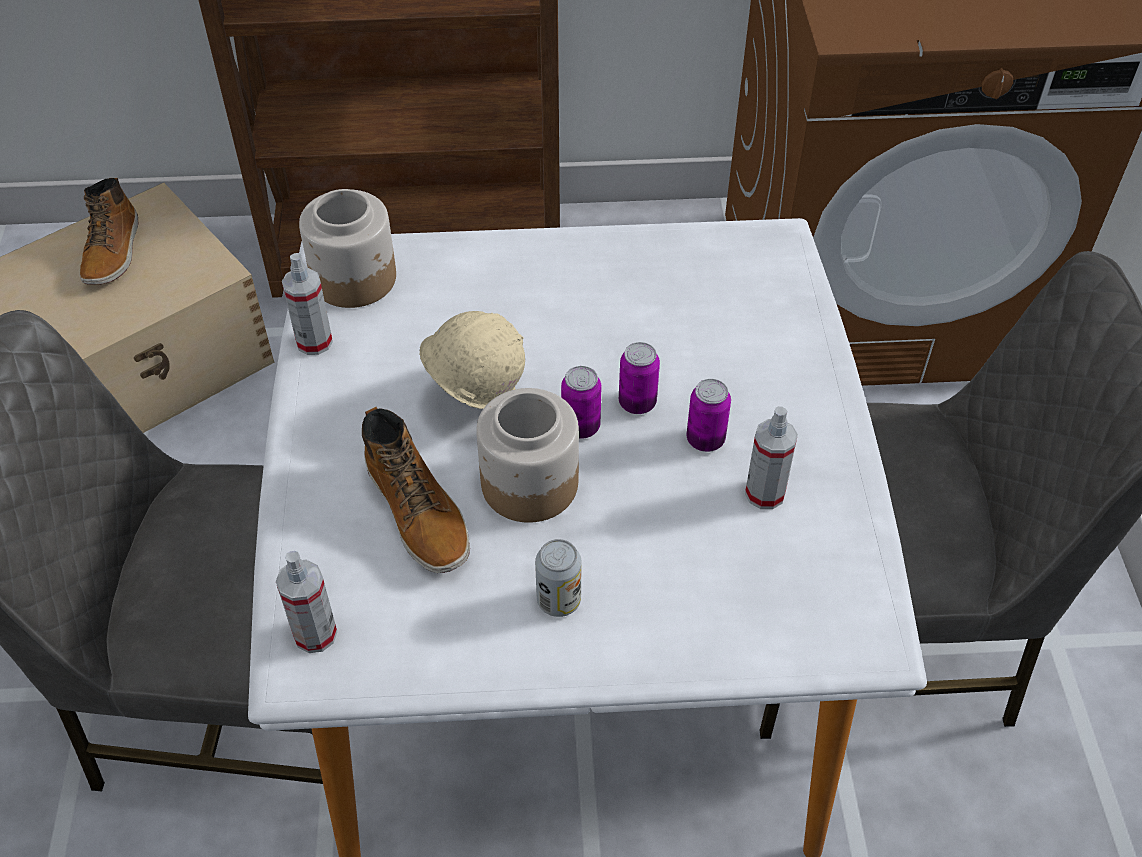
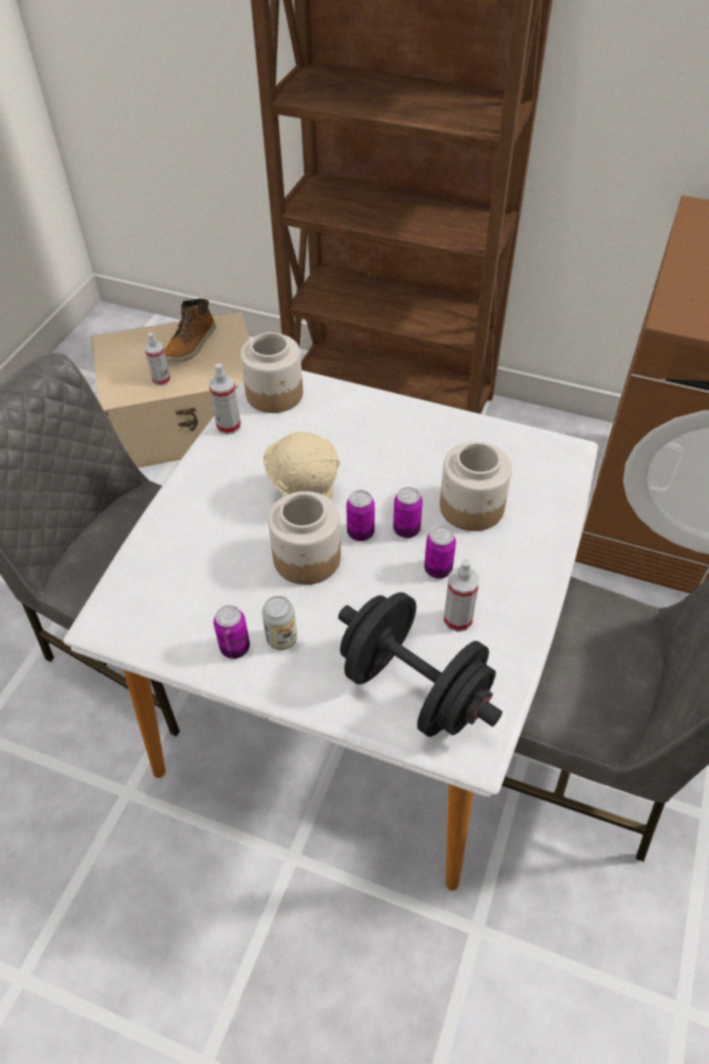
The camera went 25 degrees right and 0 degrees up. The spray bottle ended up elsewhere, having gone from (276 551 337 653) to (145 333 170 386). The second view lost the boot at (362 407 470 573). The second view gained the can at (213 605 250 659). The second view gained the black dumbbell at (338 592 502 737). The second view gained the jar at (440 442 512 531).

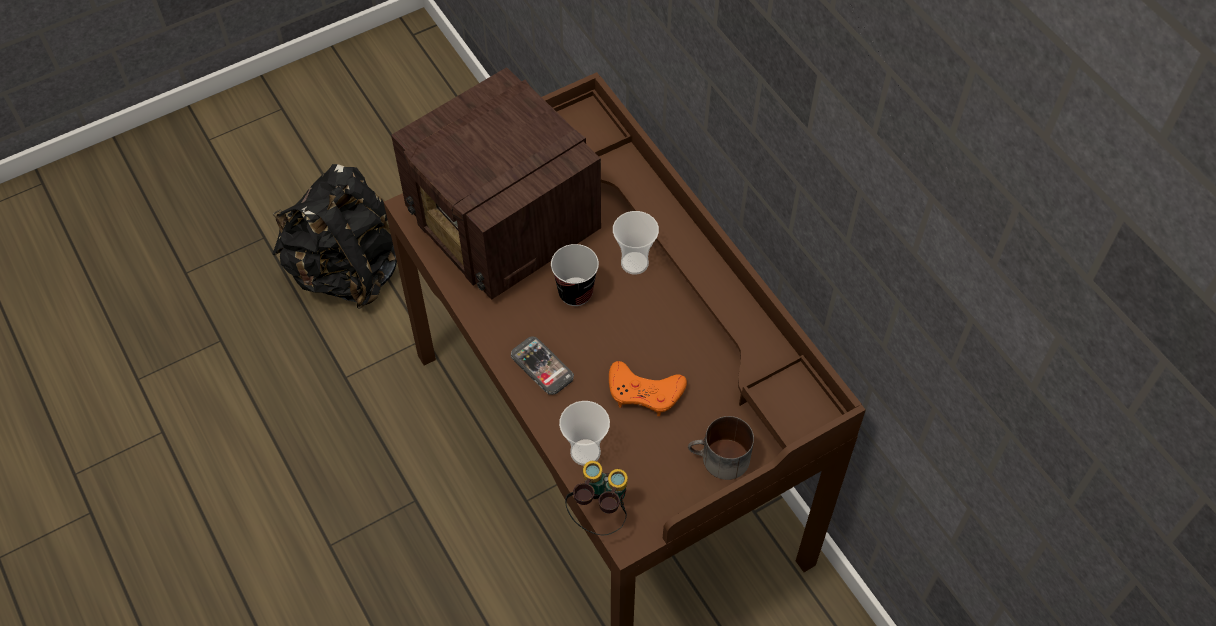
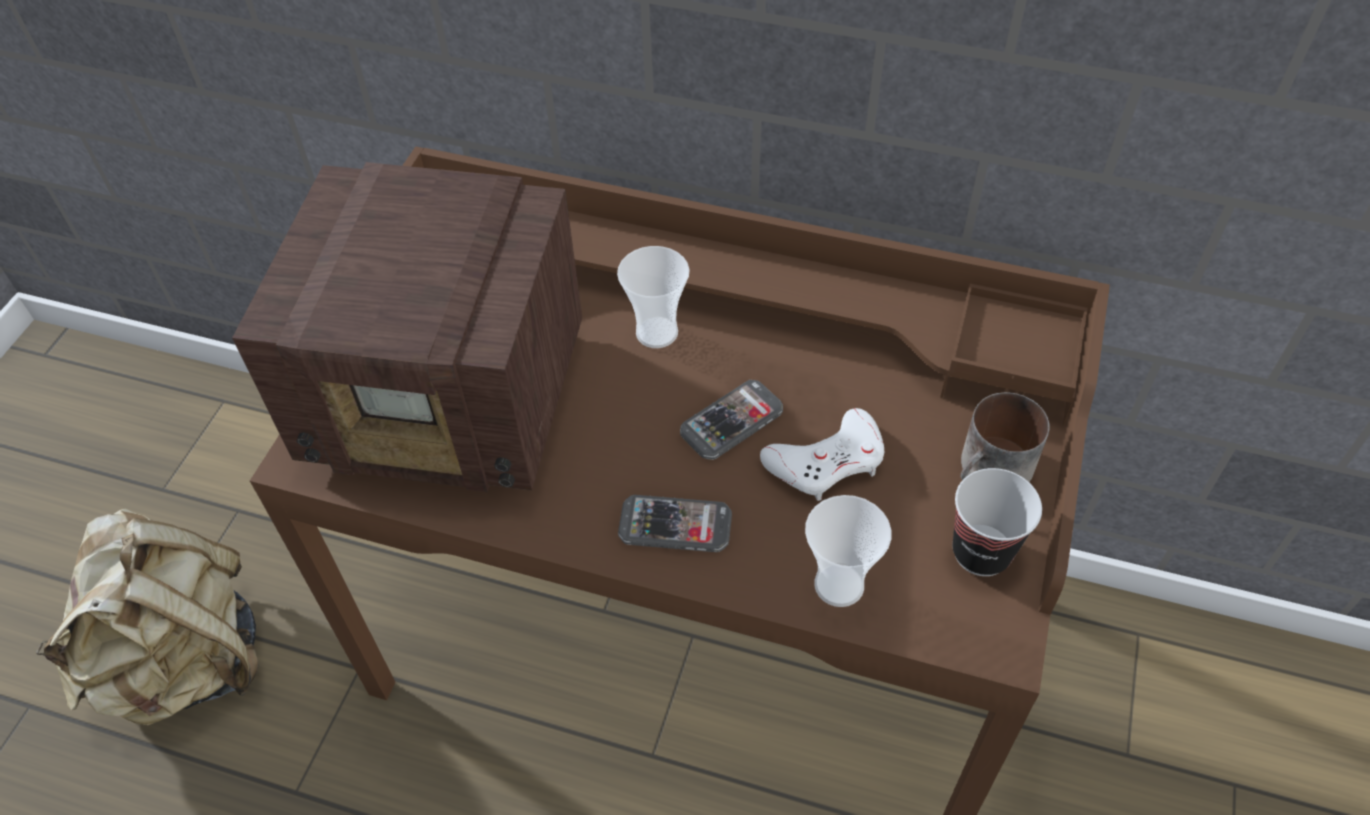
The camera went 40 degrees left and 5 degrees down. What was the black backpack at (273 164 397 309) turned into the beige backpack at (36 509 259 726). The cup ended up elsewhere, having gone from (551 244 599 306) to (953 468 1042 576). The second view lost the binoculars at (565 461 628 535). What was the orange game controller at (609 361 687 416) turned into the white game controller at (760 408 884 501). The second view gained the phone at (680 380 783 460).

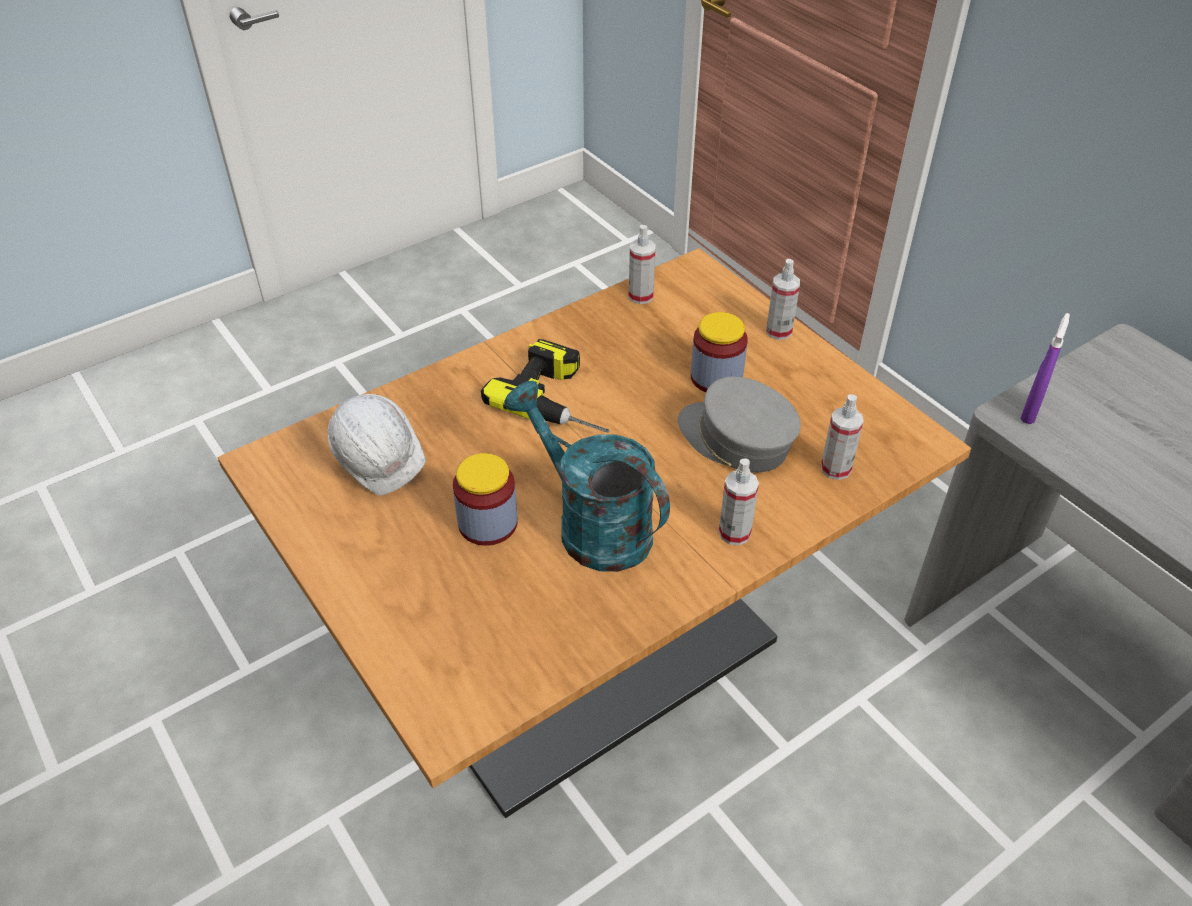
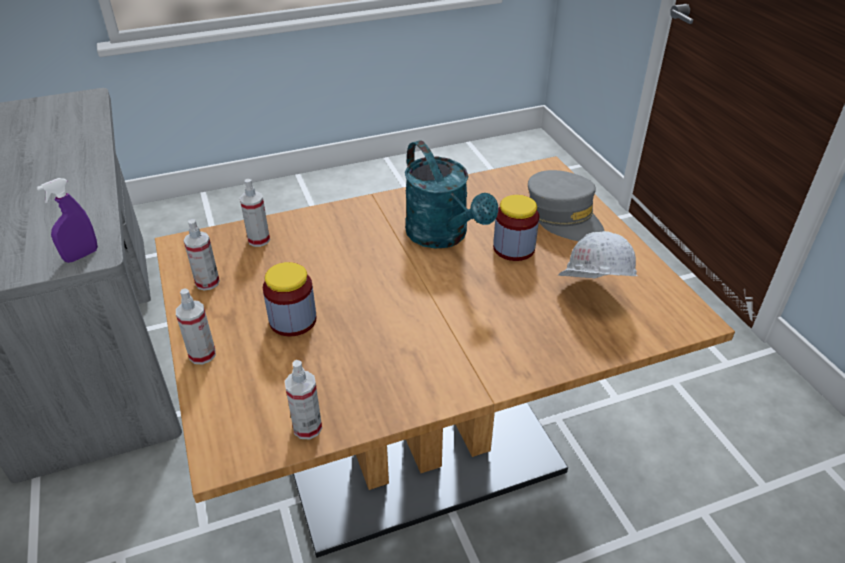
The camera went 165 degrees left and 5 degrees down. The second view lost the power drill at (481 339 609 433). The grey cap ended up elsewhere, having gone from (678 376 801 472) to (528 170 604 241). The spray bottle ended up elsewhere, having gone from (719 459 759 545) to (183 219 220 291).

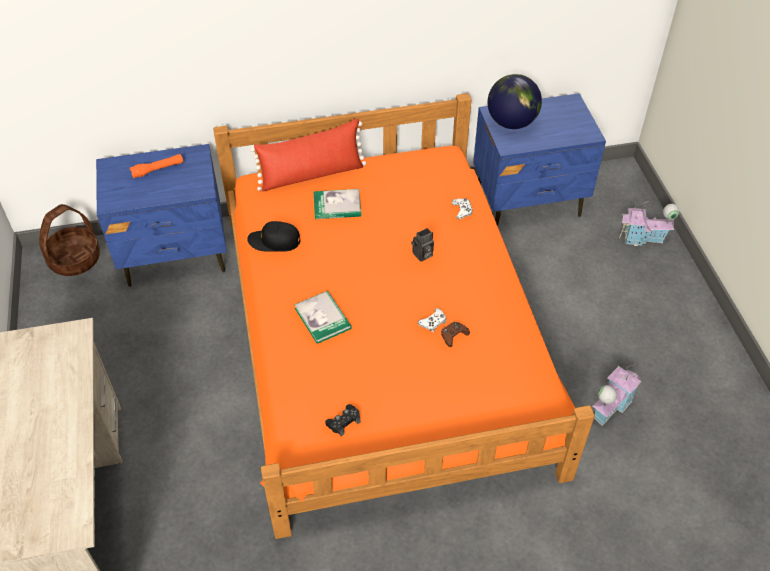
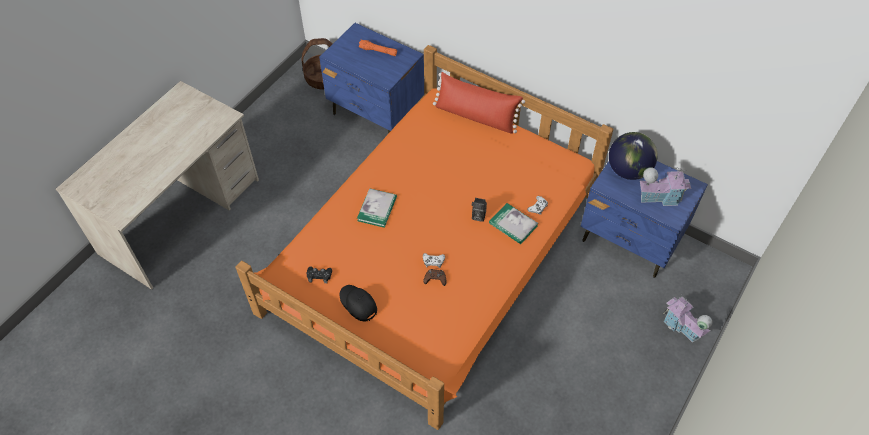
The camera went 45 degrees right and 5 degrees up. The black cap ended up elsewhere, having gone from (247 221 300 252) to (340 285 377 321). The book ended up elsewhere, having gone from (314 189 361 219) to (489 203 538 244). The toy house ended up elsewhere, having gone from (593 365 641 426) to (640 167 691 206).

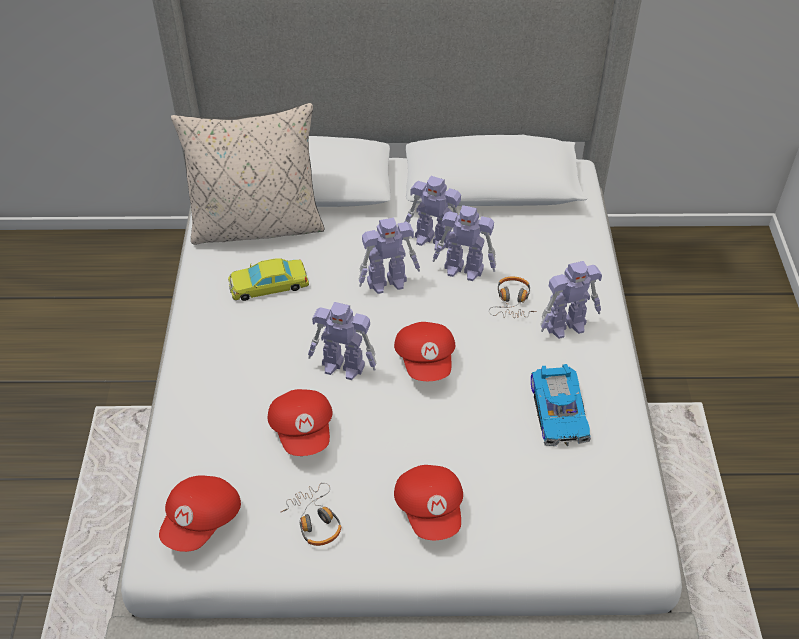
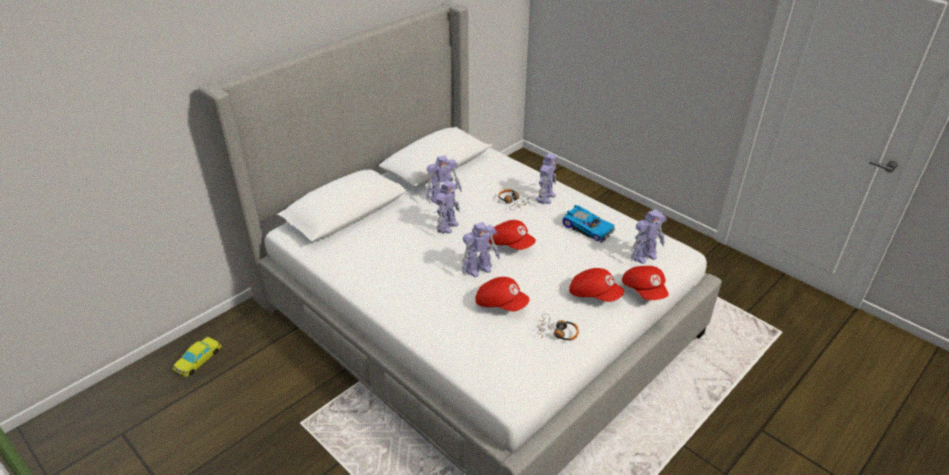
The camera went 45 degrees left and 10 degrees down. The red cap ended up elsewhere, having gone from (159 475 241 552) to (622 266 669 300). The second view lost the beige pillow at (171 103 324 245). The yellow toy car ended up elsewhere, having gone from (228 258 309 301) to (173 337 222 378). The toy robot ended up elsewhere, having gone from (433 205 496 281) to (631 210 667 264).

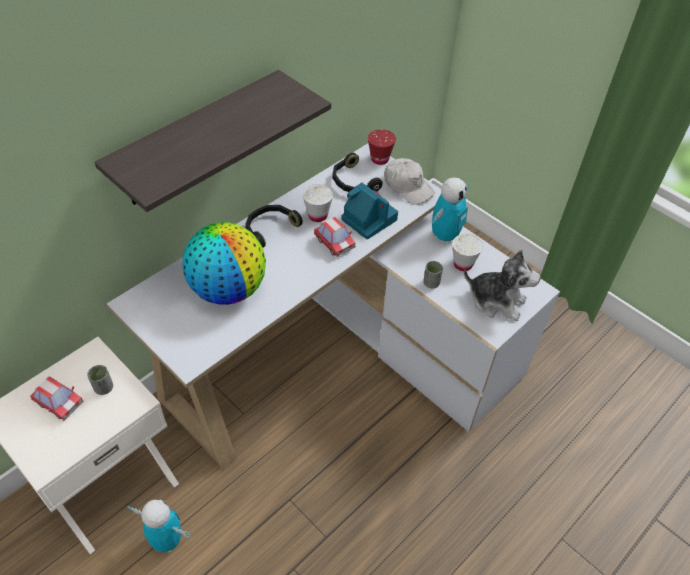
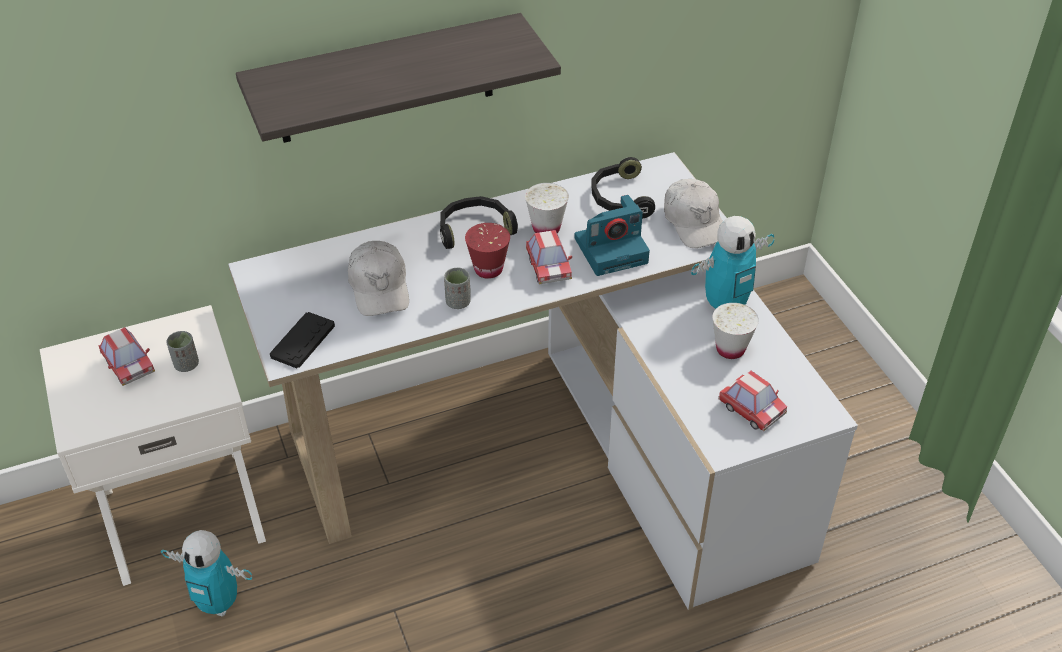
The camera went 25 degrees right and 5 degrees down. The toy robot at (127 500 191 553) ended up facing another way, 150 degrees clockwise from before. Where the globe stood at (182 222 266 305), the white cap came to stand at (348 241 409 316). The photo camera at (341 183 398 239) ended up facing another way, 90 degrees clockwise from before. The red cup ended up elsewhere, having gone from (368 129 396 165) to (465 223 510 279). The grey cup ended up elsewhere, having gone from (423 261 443 288) to (444 267 471 309). Where the plush toy stood at (464 250 540 321), the toy car came to stand at (718 371 787 432). The second view gained the black game controller at (270 312 335 368).

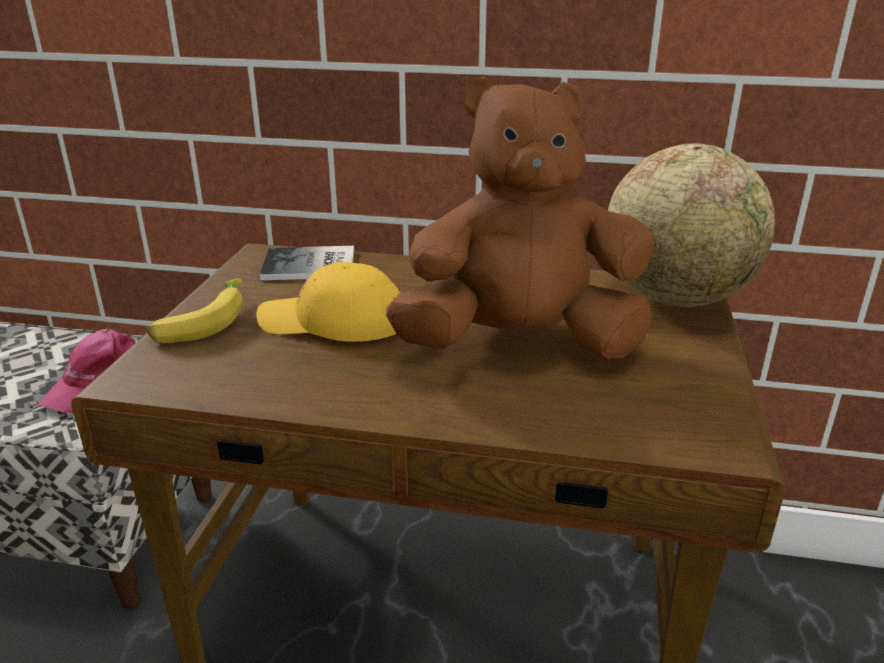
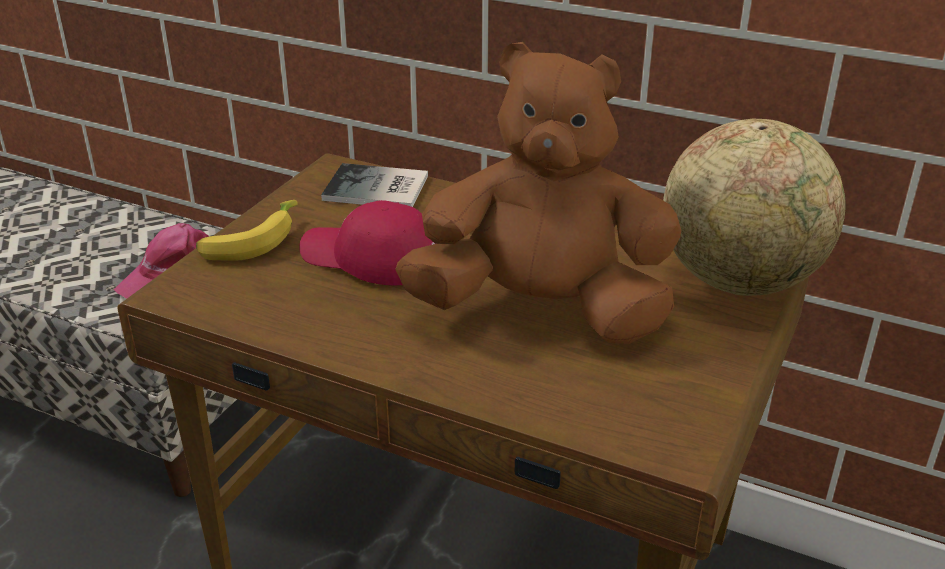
The camera went 15 degrees right and 5 degrees up. What was the yellow cap at (256 262 401 342) turned into the red cap at (299 200 437 285).

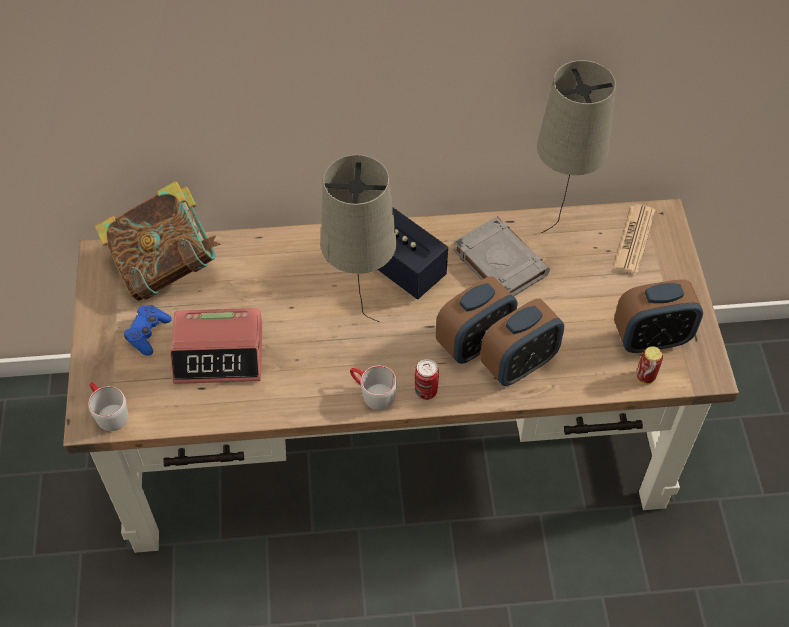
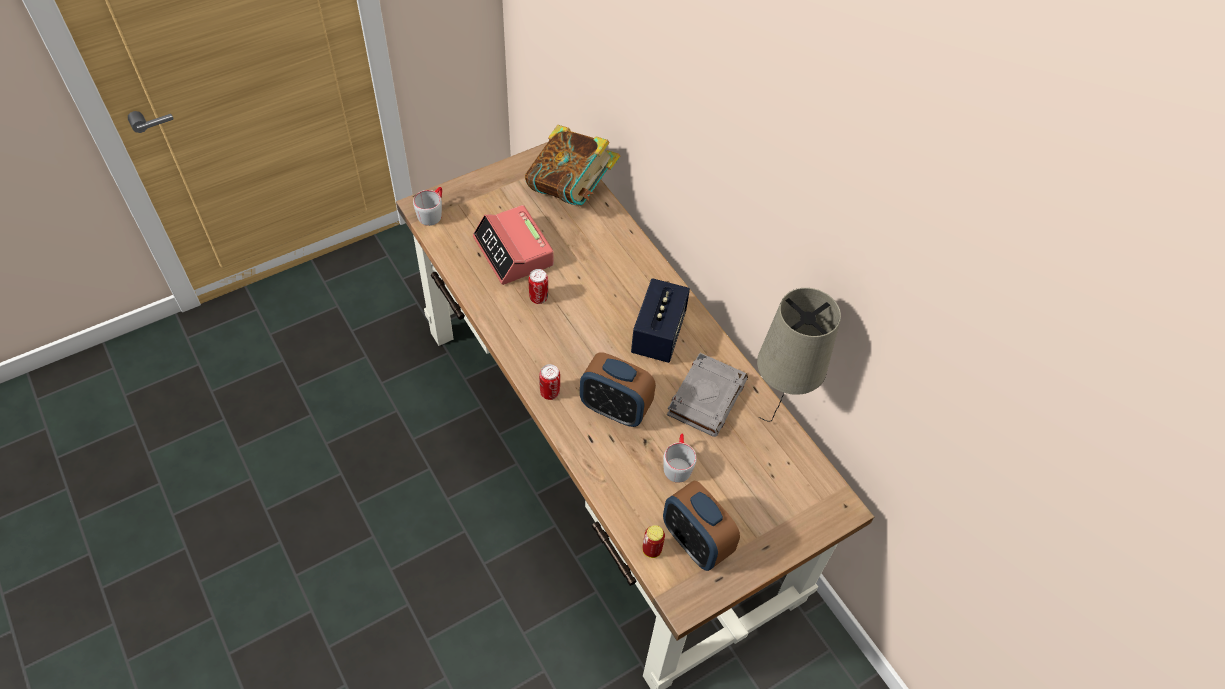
The camera went 60 degrees right and 0 degrees up. The second view lost the blue game controller at (124 305 172 356). The second view lost the beige table lamp at (321 155 397 322). The grey mug ended up elsewhere, having gone from (350 366 397 410) to (663 433 697 483). The second view lost the alarm clock at (480 298 564 386). The second view lost the newspaper at (612 205 655 275). The second view gained the can at (529 269 548 304).

